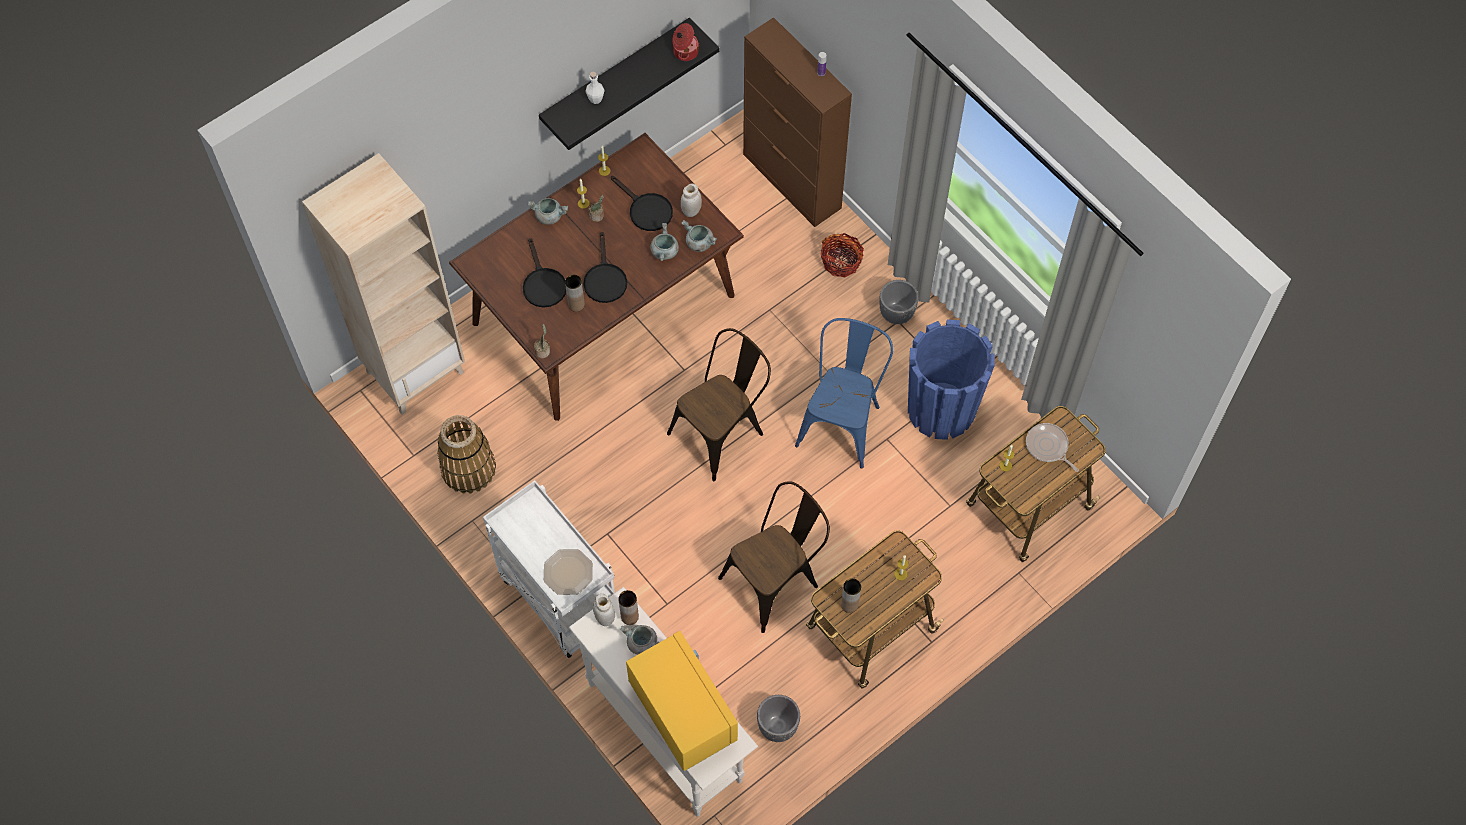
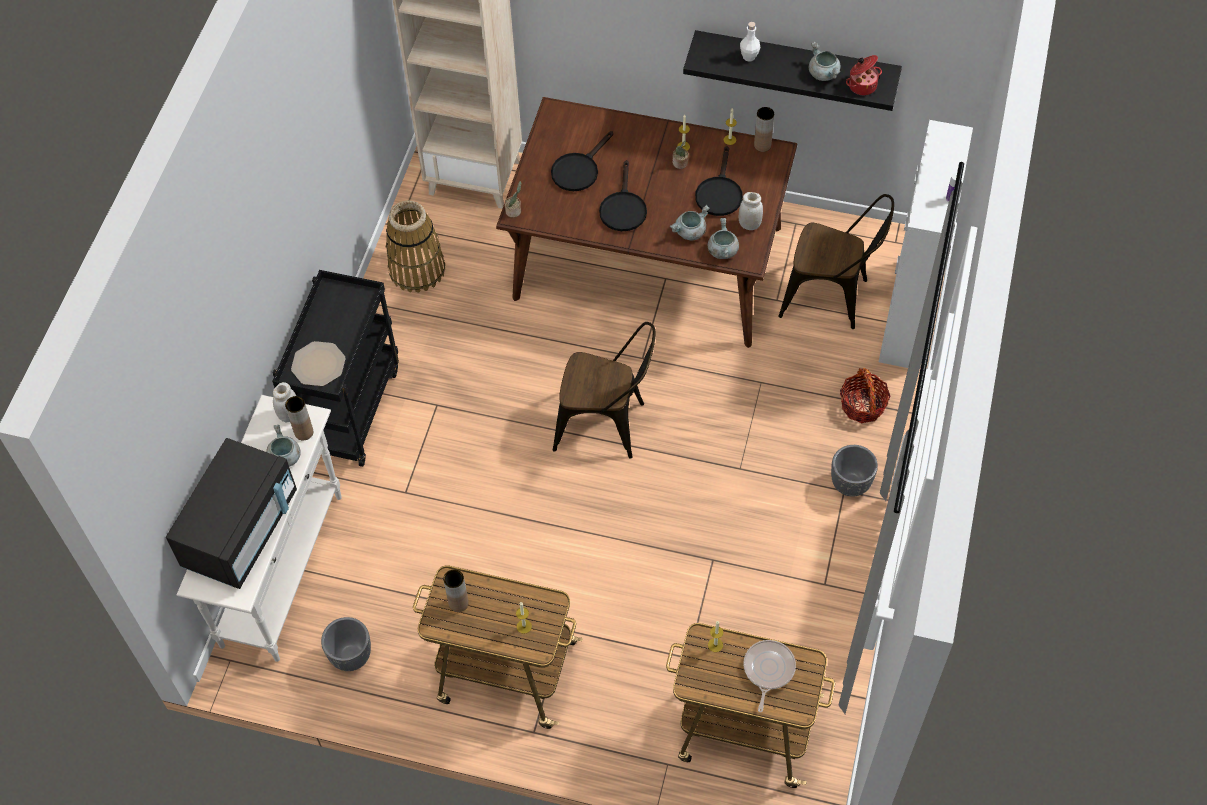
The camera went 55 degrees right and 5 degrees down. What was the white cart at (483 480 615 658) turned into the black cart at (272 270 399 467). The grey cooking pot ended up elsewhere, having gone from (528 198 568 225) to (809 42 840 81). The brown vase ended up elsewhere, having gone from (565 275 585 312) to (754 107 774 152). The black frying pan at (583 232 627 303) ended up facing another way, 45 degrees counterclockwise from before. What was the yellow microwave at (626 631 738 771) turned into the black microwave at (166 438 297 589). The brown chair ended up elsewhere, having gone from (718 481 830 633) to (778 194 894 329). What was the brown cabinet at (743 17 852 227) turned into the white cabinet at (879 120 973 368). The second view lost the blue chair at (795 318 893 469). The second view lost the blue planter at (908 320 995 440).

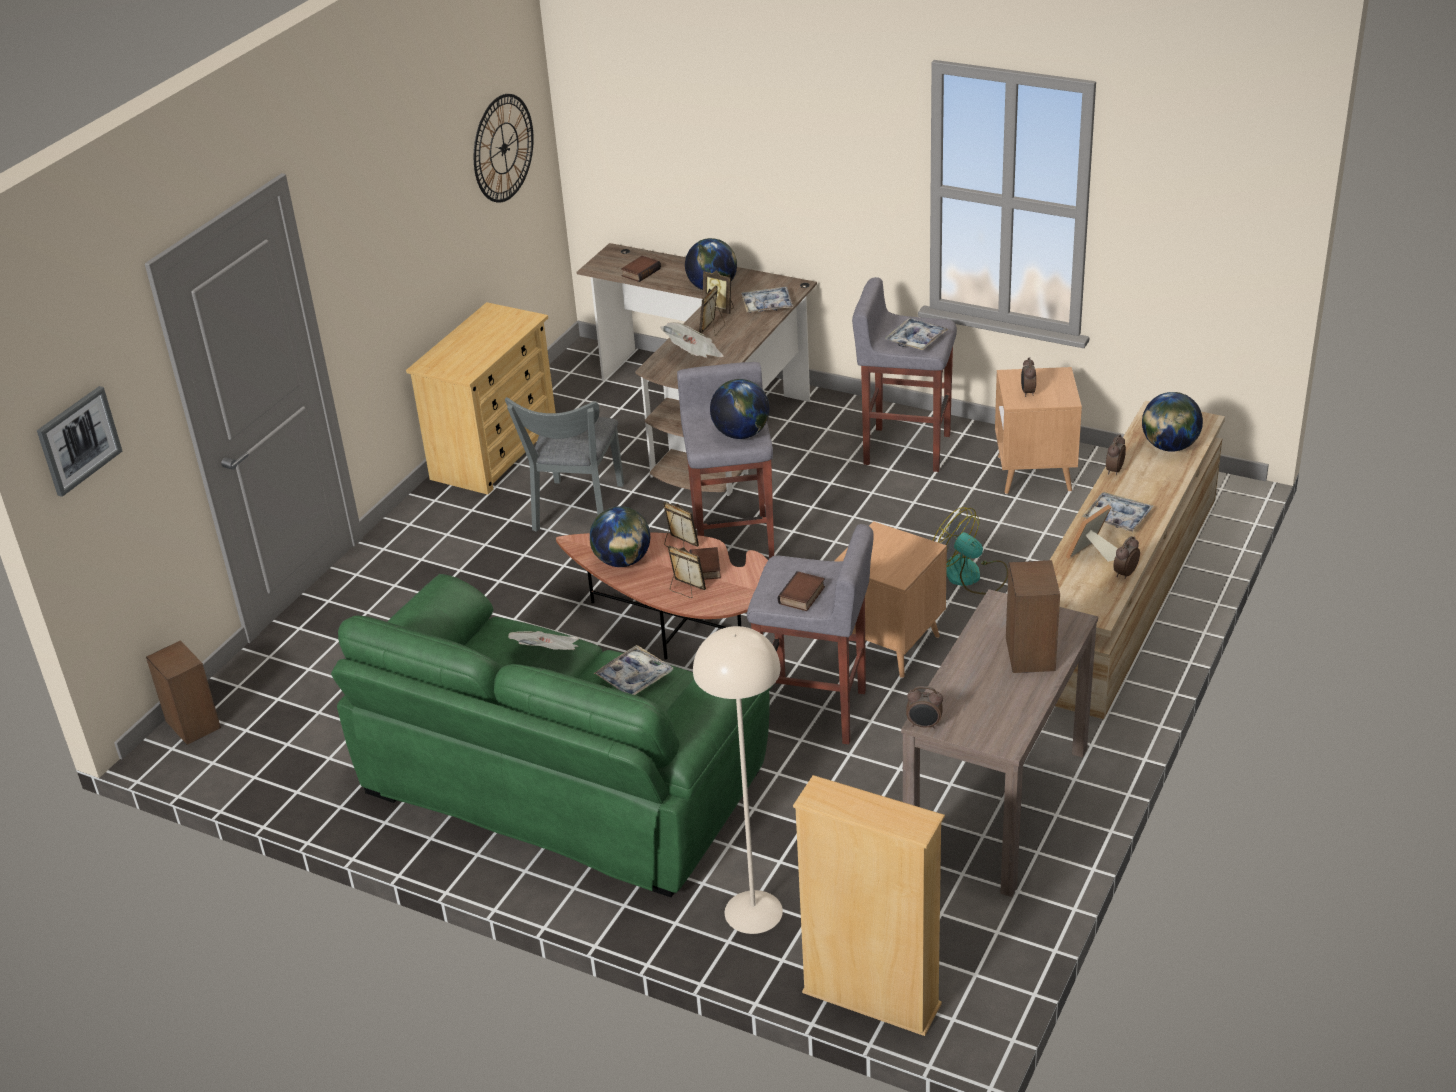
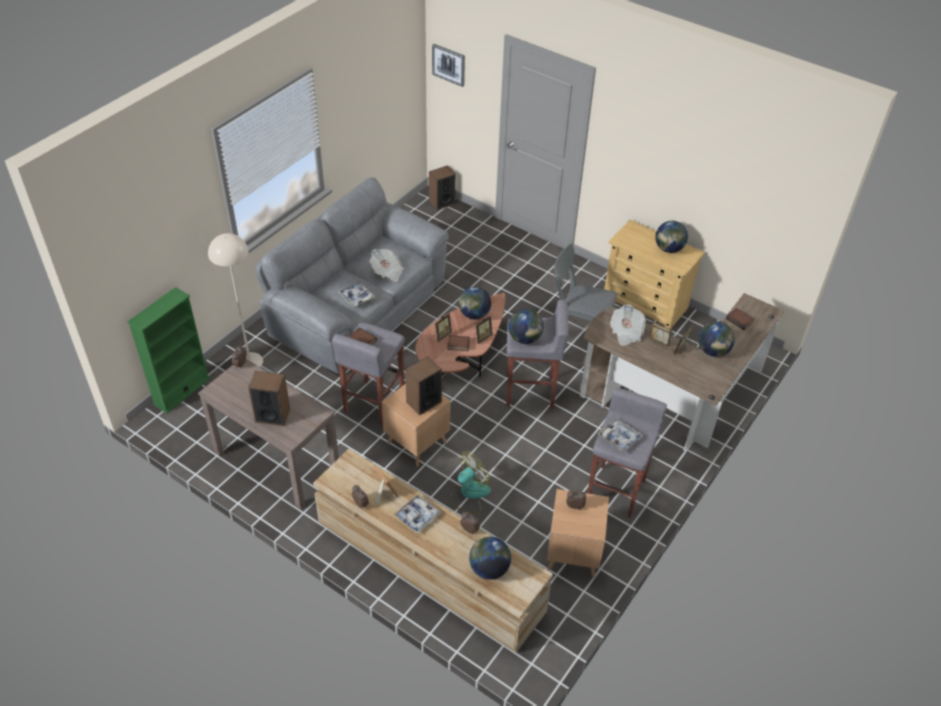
The camera went 95 degrees right and 10 degrees up. What was the green sofa at (331 574 772 897) turned into the grey sofa at (255 178 449 376). The second view lost the wall clock at (474 94 534 203). The second view lost the tray at (741 287 793 313). What was the beige bookcase at (793 775 945 1036) turned into the green bookcase at (127 287 210 413). The second view gained the speaker at (405 357 442 415). The second view gained the globe at (655 221 688 253).

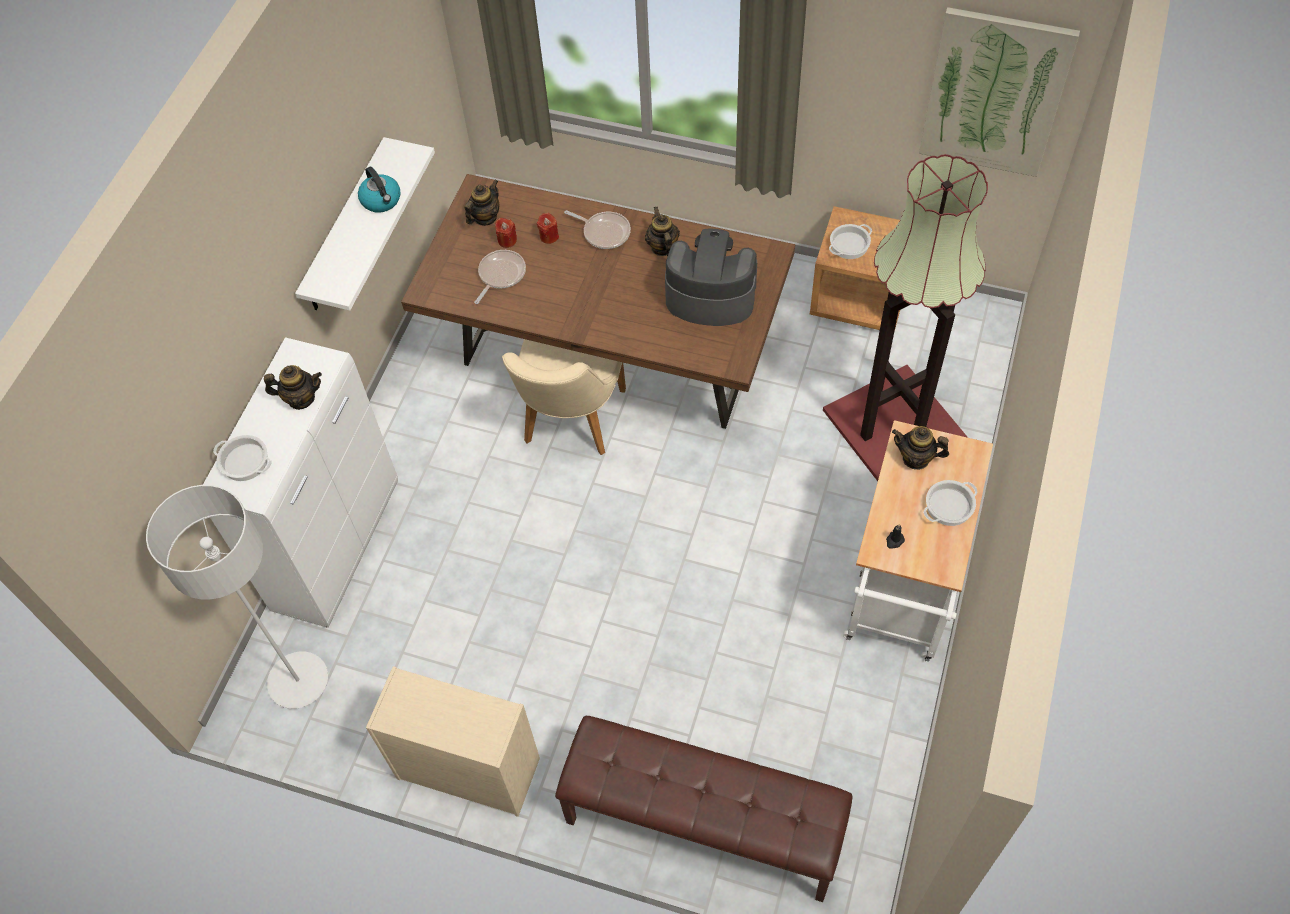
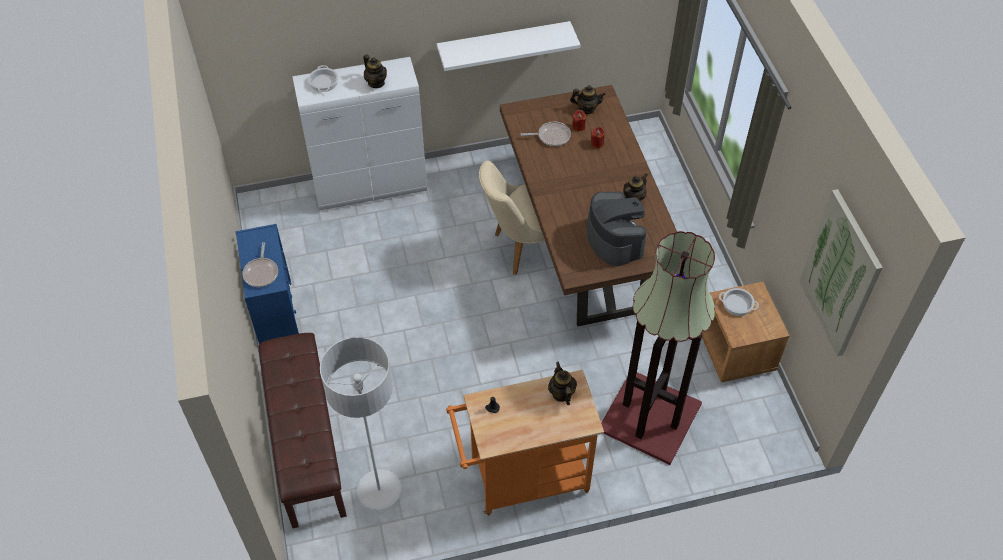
The camera went 55 degrees right and 5 degrees down. The grey floor lamp ended up elsewhere, having gone from (146 485 328 709) to (320 337 401 510). The second view lost the kettle at (358 167 400 213). What was the beige dresser at (366 666 540 817) turned into the blue dresser at (235 224 299 344). The frying pan ended up elsewhere, having gone from (564 210 631 249) to (242 242 278 287). What was the white cart at (843 420 993 662) turned into the orange cart at (446 370 604 516). The second view lost the cooking pot at (923 480 977 526).

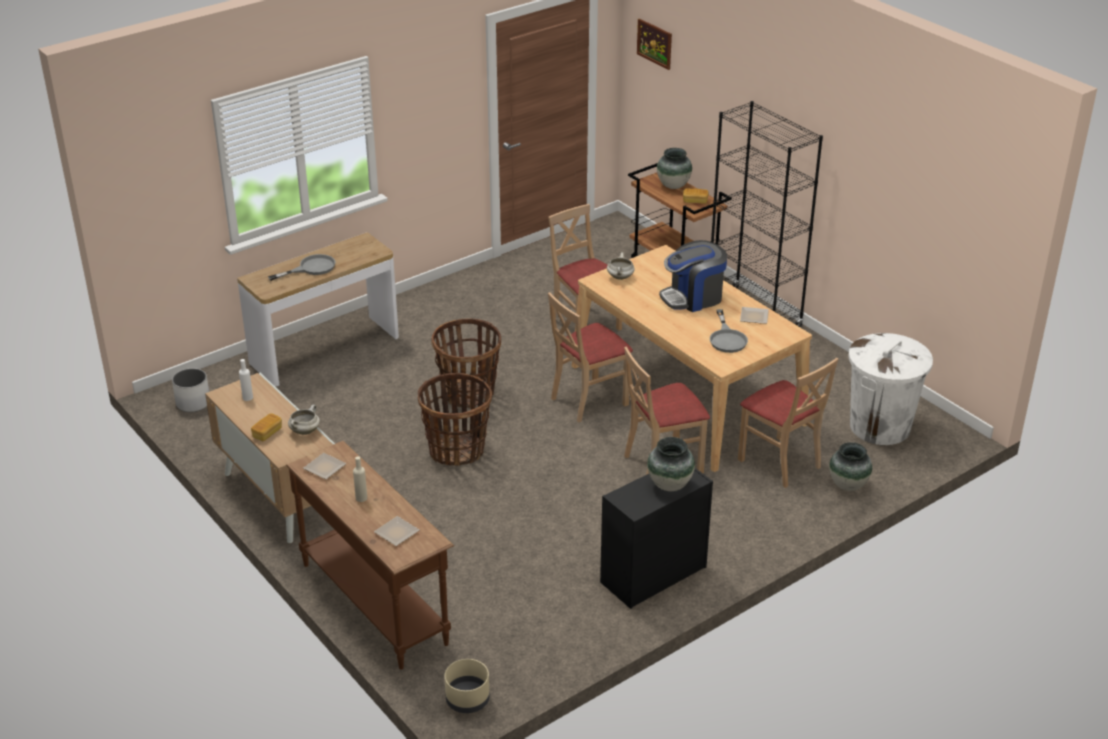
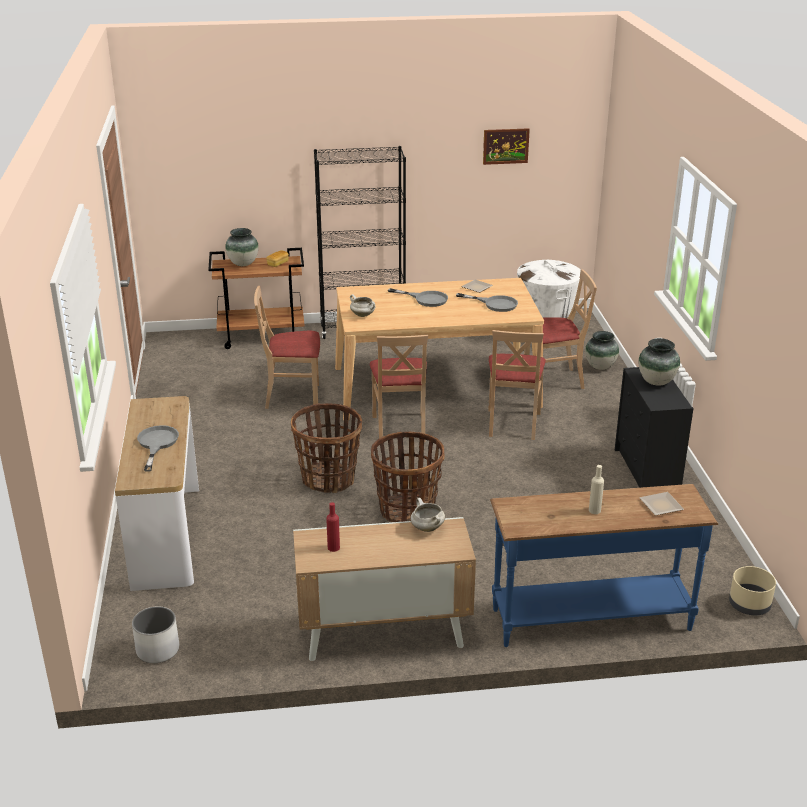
The camera went 60 degrees left and 5 degrees down. What was the white bottle at (239 359 253 401) turned into the red bottle at (326 502 340 552). The second view lost the bread at (251 414 282 441). What was the brown console table at (286 441 454 670) turned into the blue console table at (490 484 718 647). The second view lost the plate at (303 453 347 479). The picture ended up elsewhere, having gone from (637 18 672 70) to (483 128 530 165). Where the coffee machine stood at (659 240 727 312), the grey frying pan came to stand at (388 288 448 307).

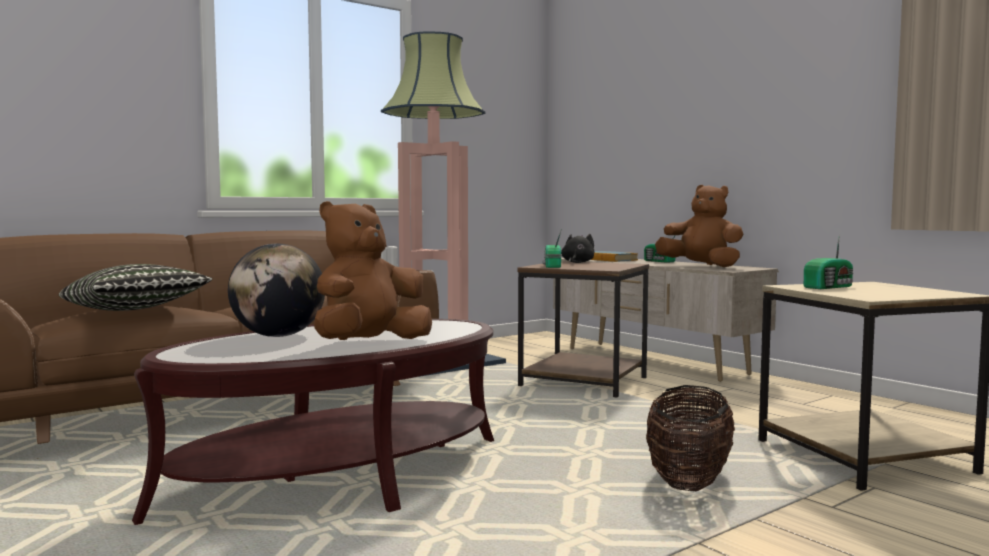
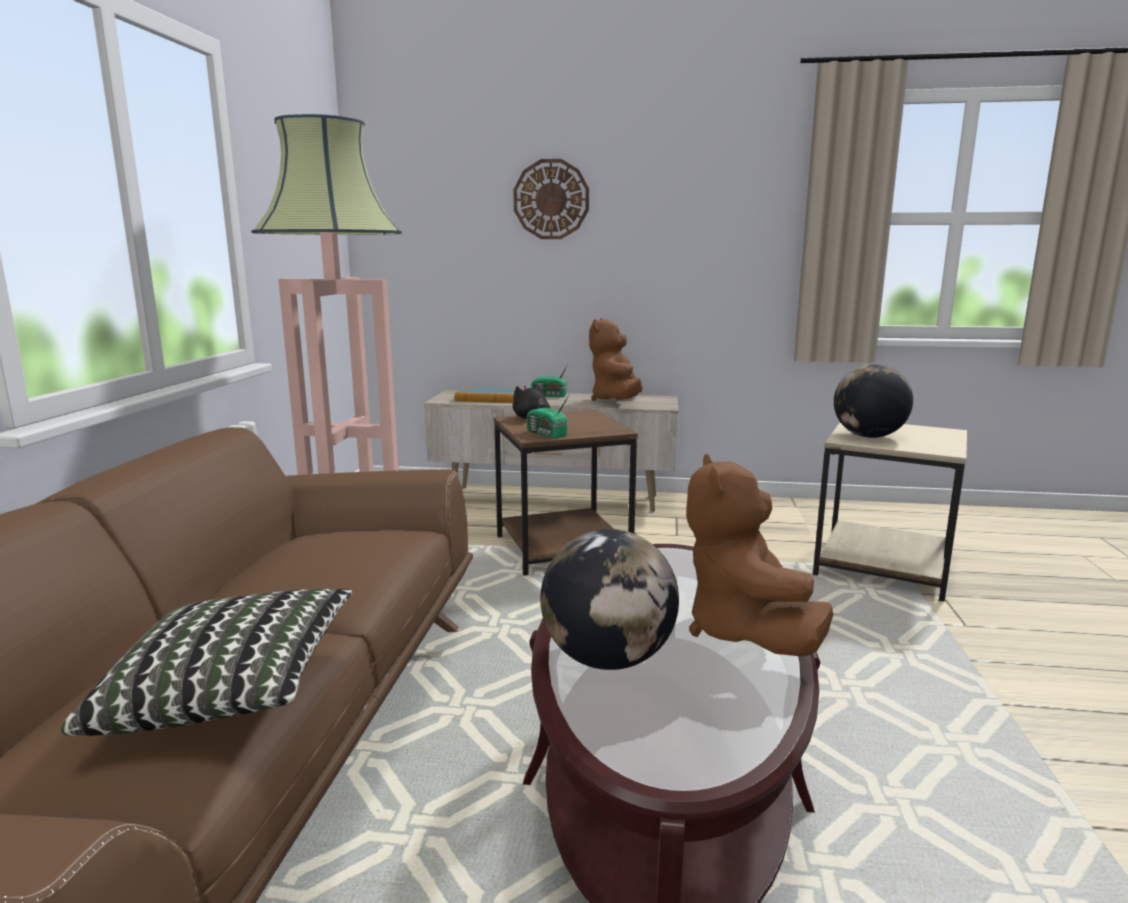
The camera went 45 degrees left and 10 degrees up. The second view lost the basket at (646 385 735 491). The brown plush toy at (655 185 743 267) ended up facing another way, 75 degrees counterclockwise from before. Where the radio stood at (804 234 854 289), the globe came to stand at (834 364 913 438). The second view gained the wall clock at (513 159 589 239).

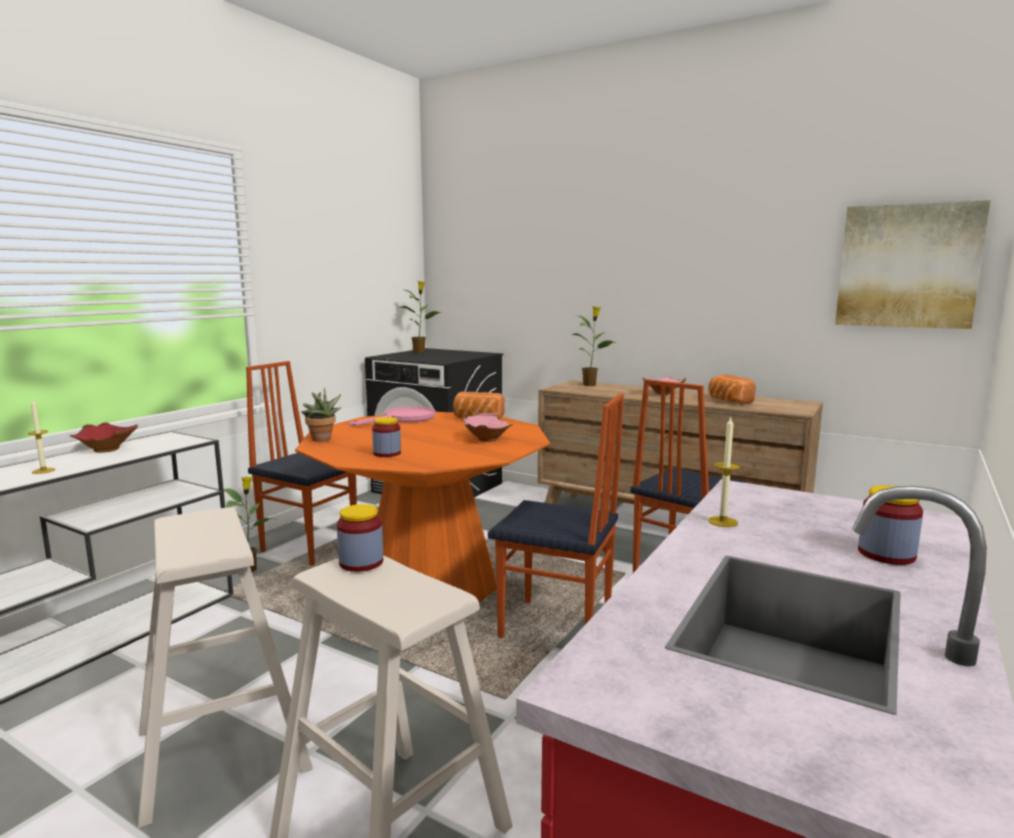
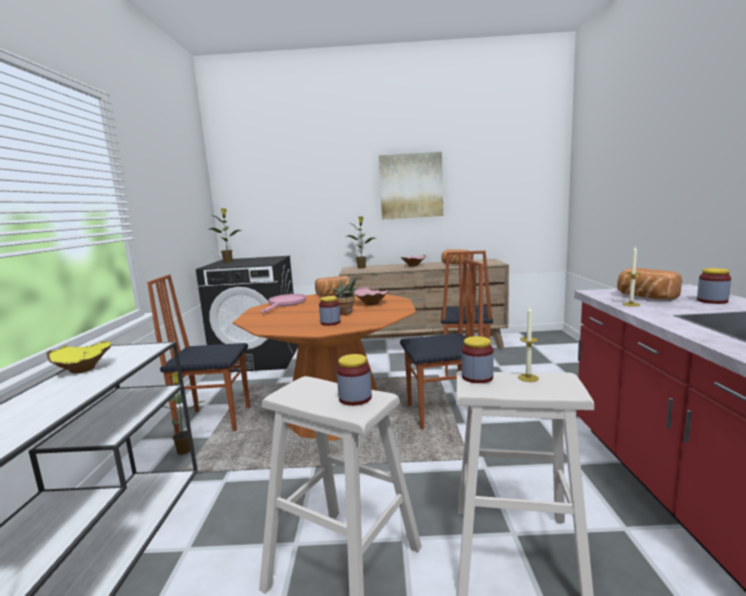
The camera went 30 degrees left and 0 degrees up. The candle ended up elsewhere, having gone from (28 400 55 474) to (518 307 539 382). What was the red bowl at (69 422 138 453) turned into the yellow bowl at (46 341 112 373). The potted plant ended up elsewhere, having gone from (301 387 341 442) to (333 275 357 315). The picture ended up elsewhere, having gone from (835 200 991 329) to (379 152 443 219). The second view gained the jar at (337 354 372 406). The second view gained the bread at (617 268 682 300).

